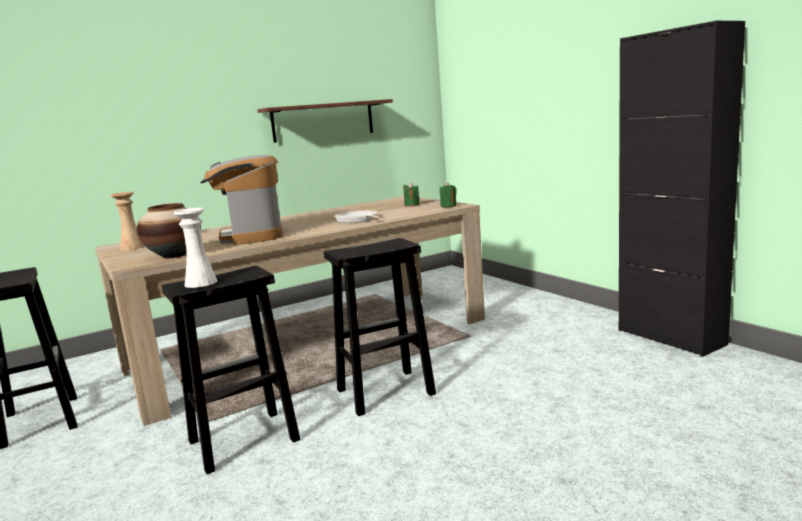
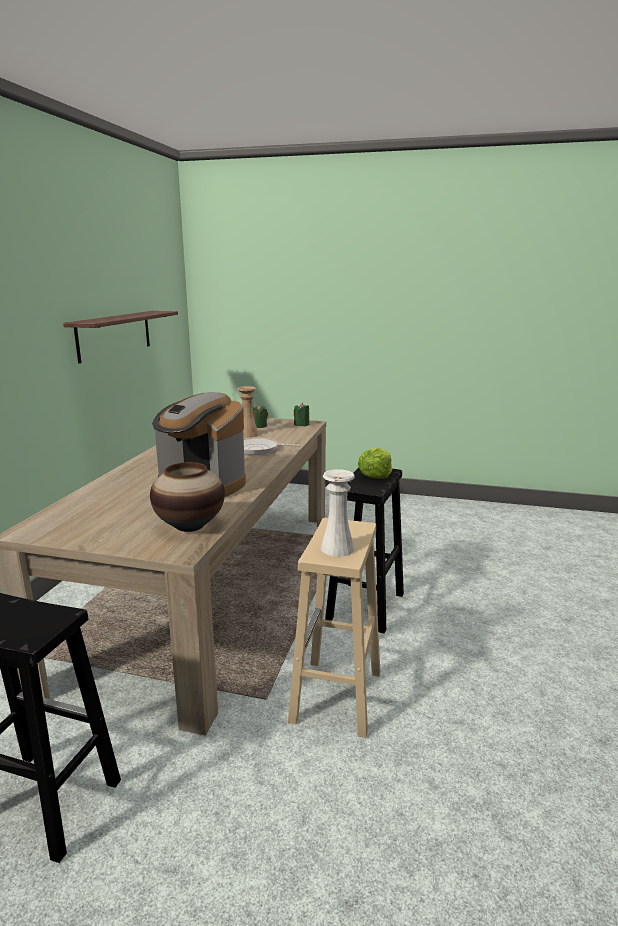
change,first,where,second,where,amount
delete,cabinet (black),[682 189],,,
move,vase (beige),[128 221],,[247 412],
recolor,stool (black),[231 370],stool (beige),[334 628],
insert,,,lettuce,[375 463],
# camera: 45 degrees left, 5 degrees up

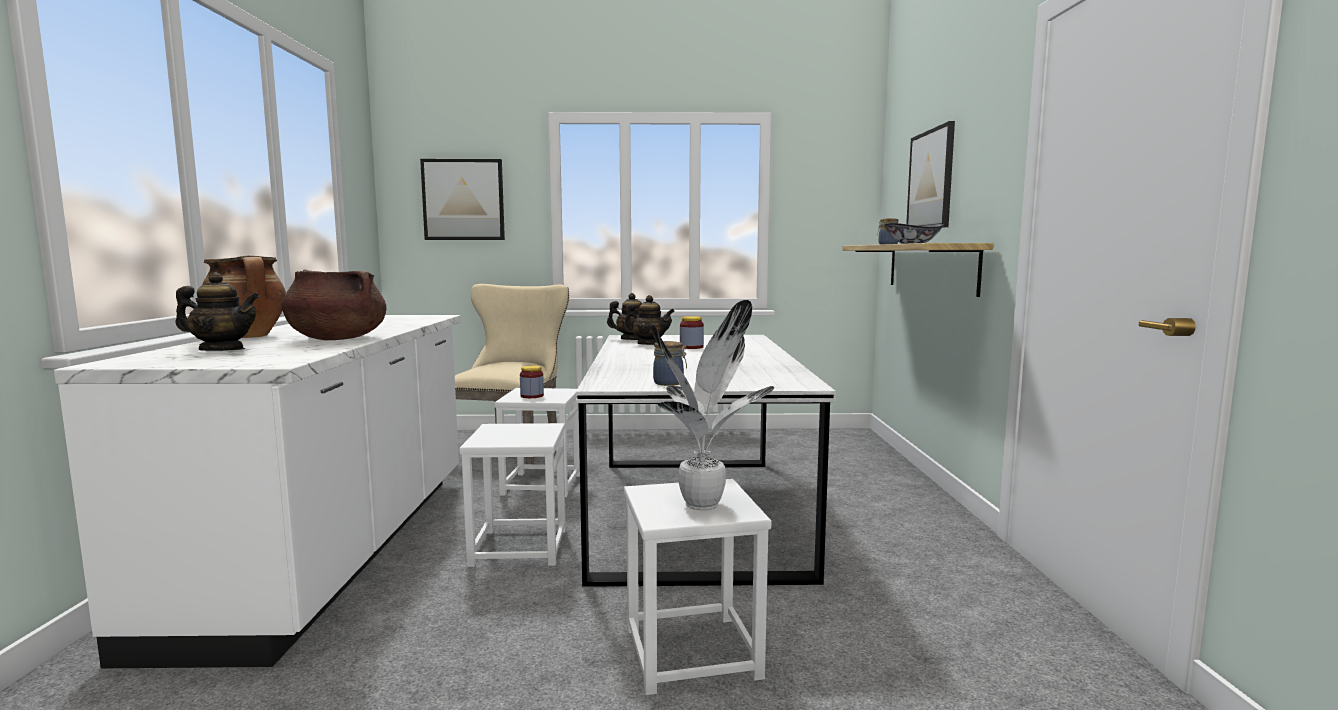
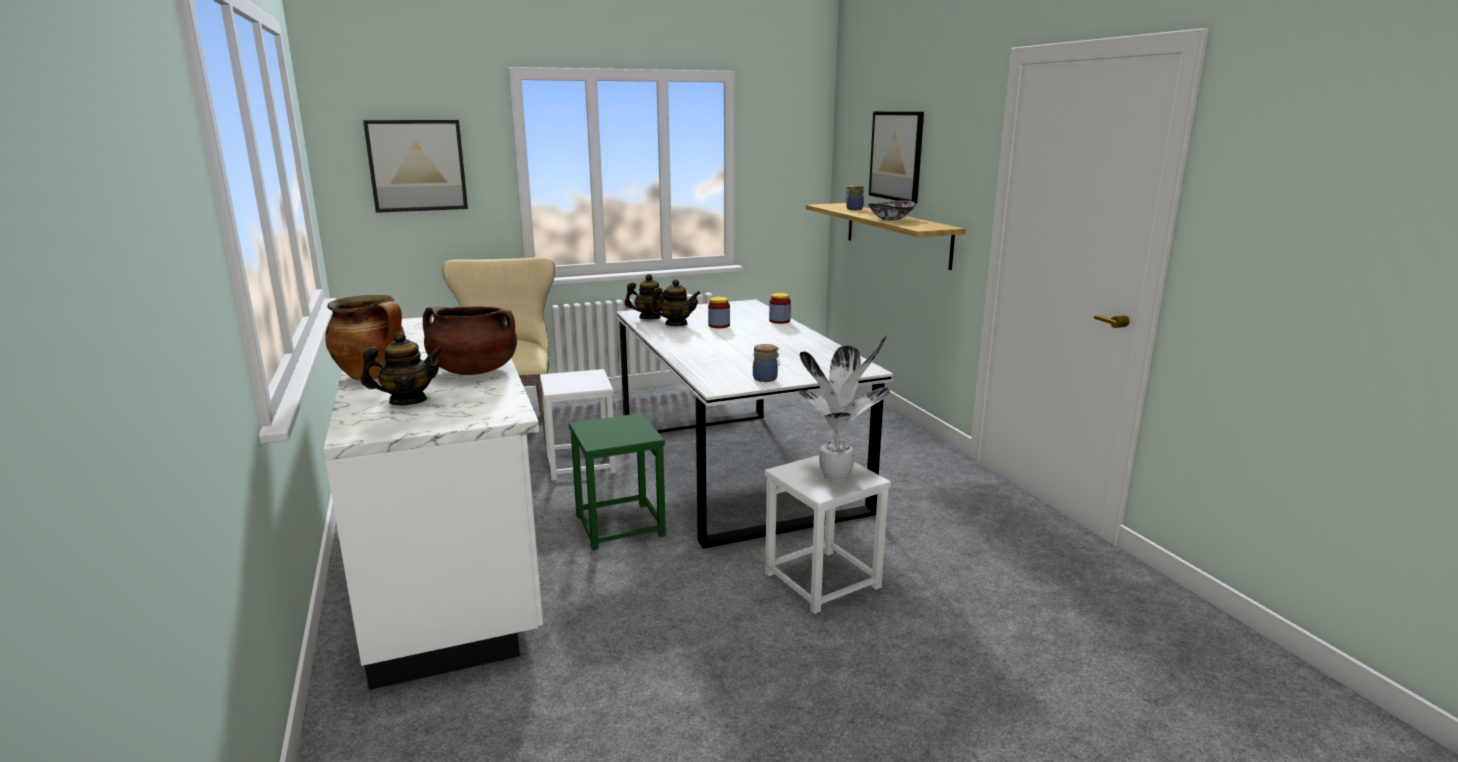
change,first,where,second,where,amount
move,jar,[532 381],,[780 308],
recolor,stool (white),[512 495],stool (green),[617 481],
# camera: 20 degrees left, 10 degrees up

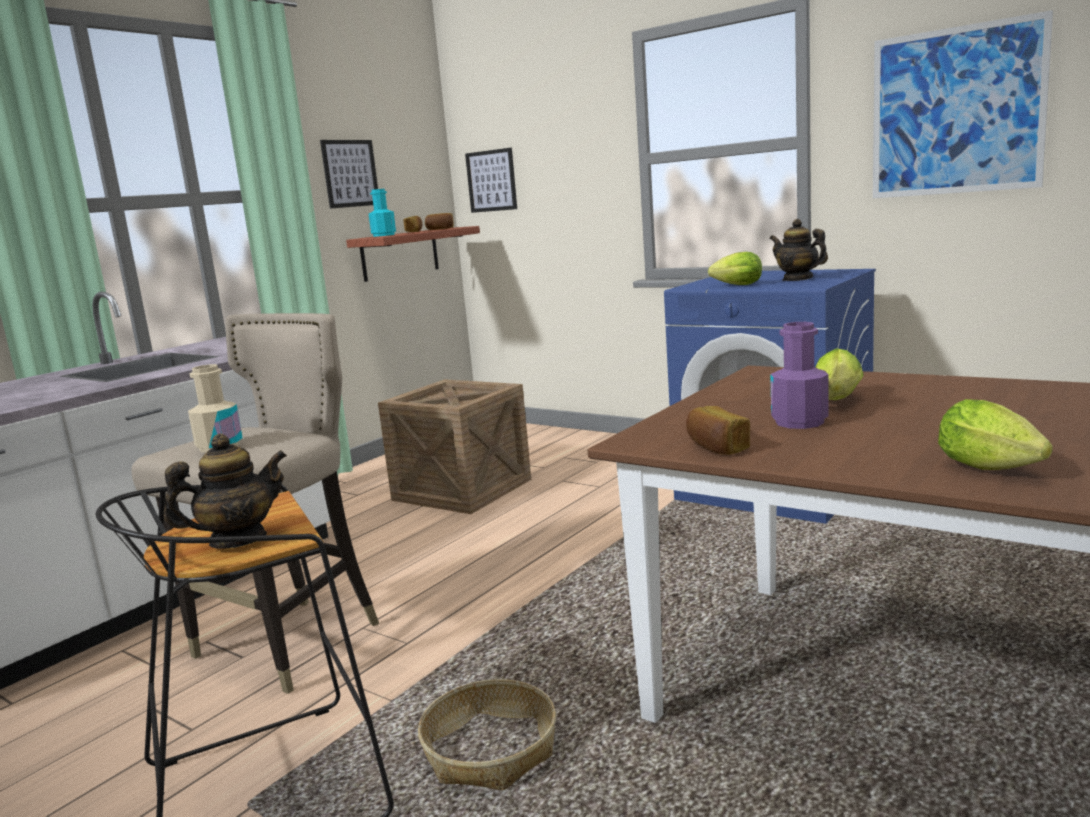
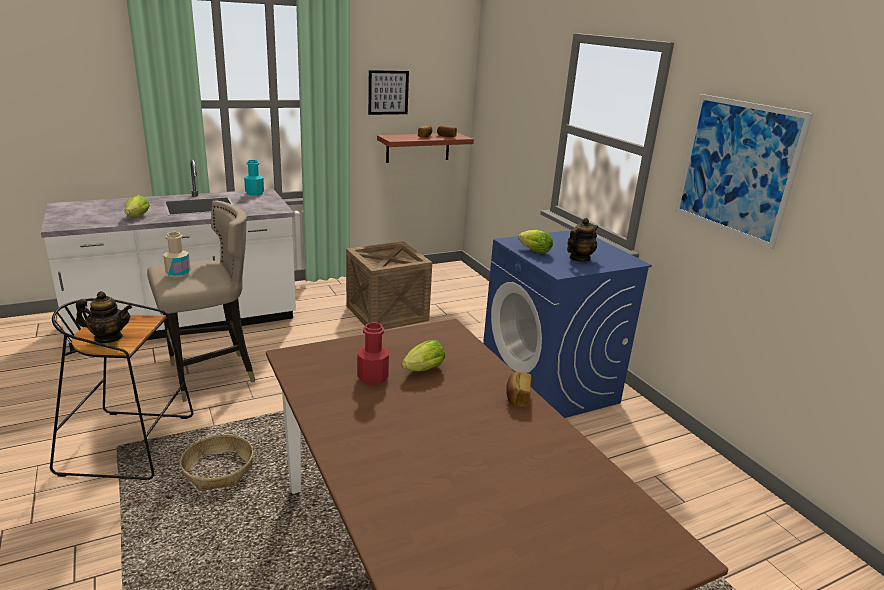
change,first,where,second,where,amount
delete,picture,[491 180],,,
move,bottle (turquoise),[382 213],,[254 178],
rotate,teapot,[799 250],,[582 239],60 degrees clockwise
recolor,bottle (purple),[799 375],bottle (red),[373 353],
move,lettuce,[995 434],,[137 206],
move,bread,[718 430],,[518 389],
# camera: 25 degrees right, 10 degrees up

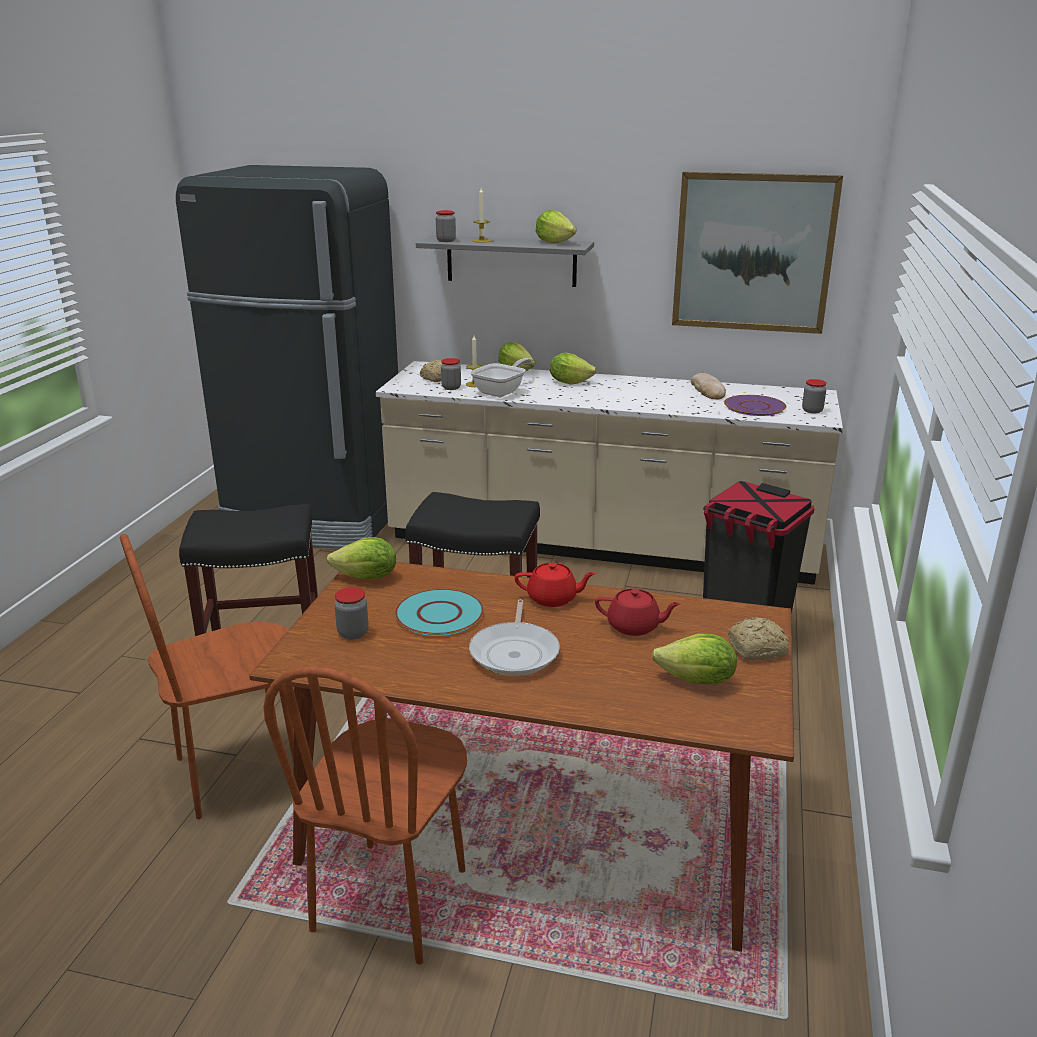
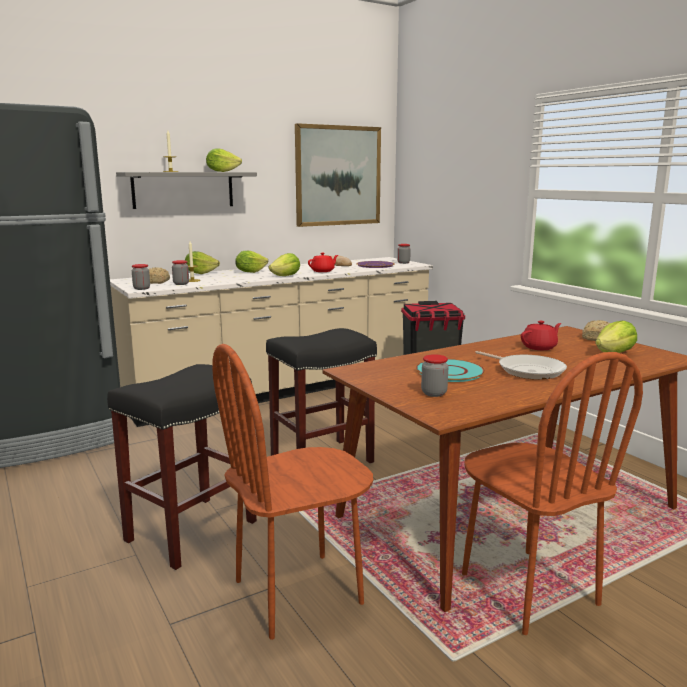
change,first,where,second,where,amount
move,jar,[446 226],,[141 277],
delete,frying pan,[501 377],,,
rotate,chair (brown),[207 676],,[292 492],45 degrees clockwise
move,lettuce,[361 558],,[284 264],
move,teapot (red),[555 584],,[323 262],
# camera: 45 degrees left, 10 degrees down

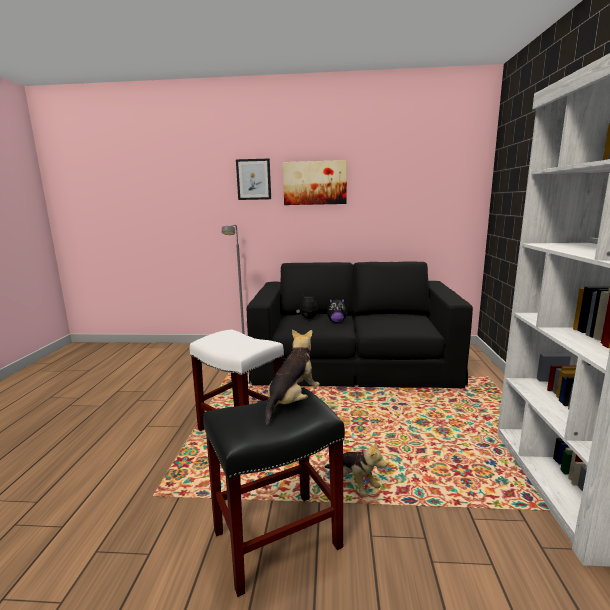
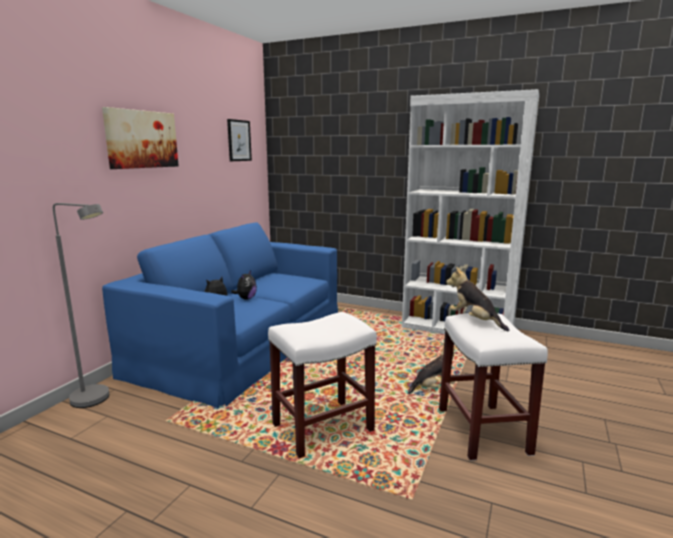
change,first,where,second,where,amount
move,picture,[253 179],,[239 140],
recolor,sofa (black),[360 325],sofa (blue),[220 315],
recolor,stool (black),[274 492],stool (white),[493 387],
# camera: 70 degrees left, 0 degrees up

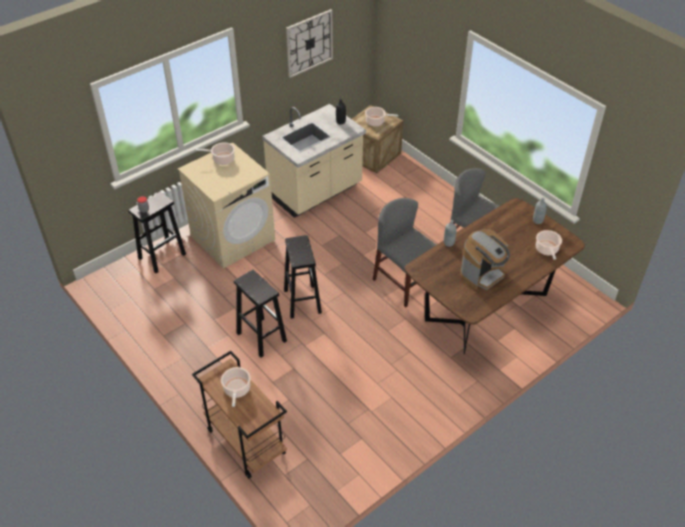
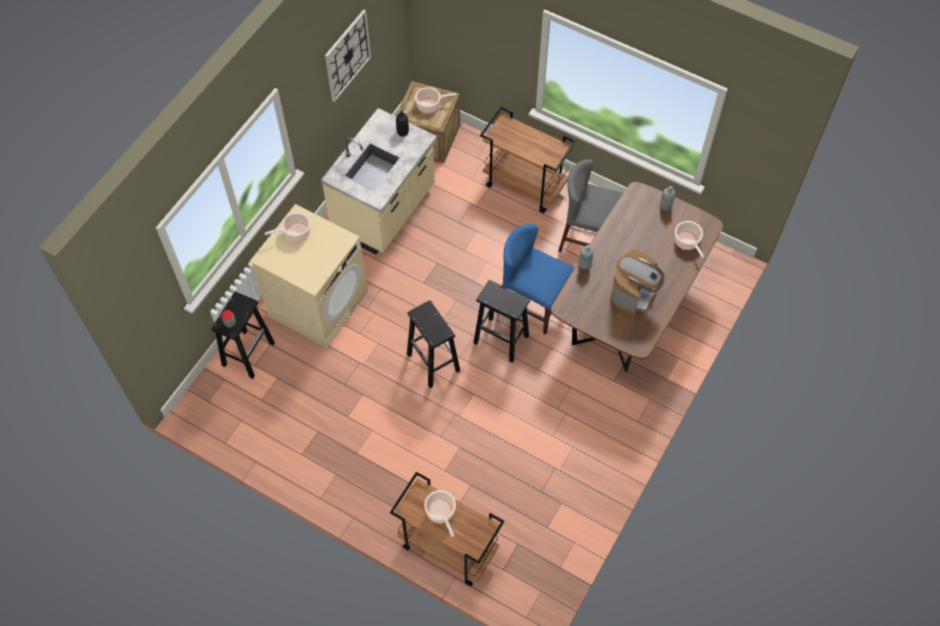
change,first,where,second,where,amount
recolor,chair (grey),[404 252],chair (blue),[538 279],
move,stool (black),[260 314],,[502 321],
insert,,,cart (brown),[528 159],
# camera: 20 degrees left, 15 degrees up

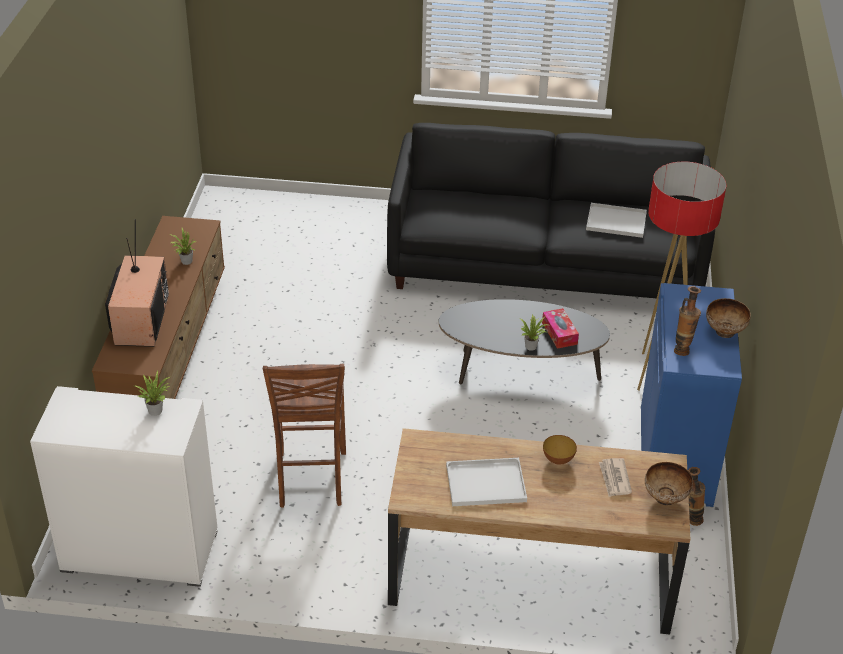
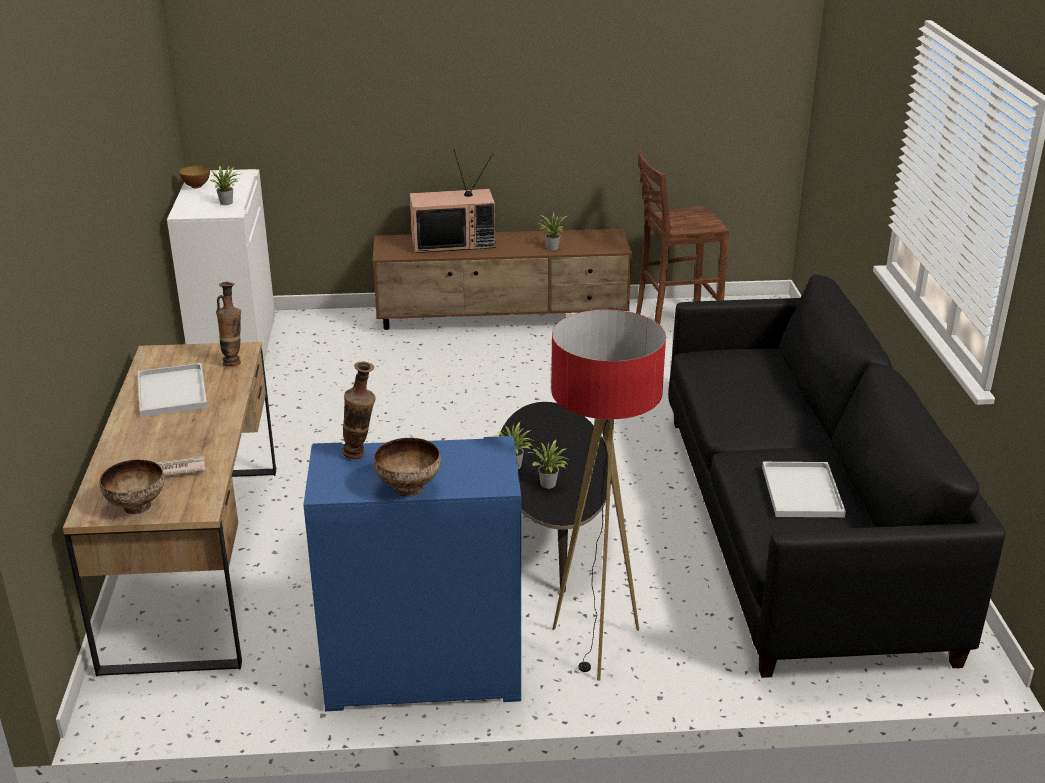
change,first,where,second,where,amount
replace,tissue box,[560 328],potted plant,[549 464],
move,stool (brown),[304 435],,[682 238],
move,bowl,[560 450],,[194 176],
move,vase,[696 496],,[228 324],
# camera: 80 degrees right, 10 degrees down

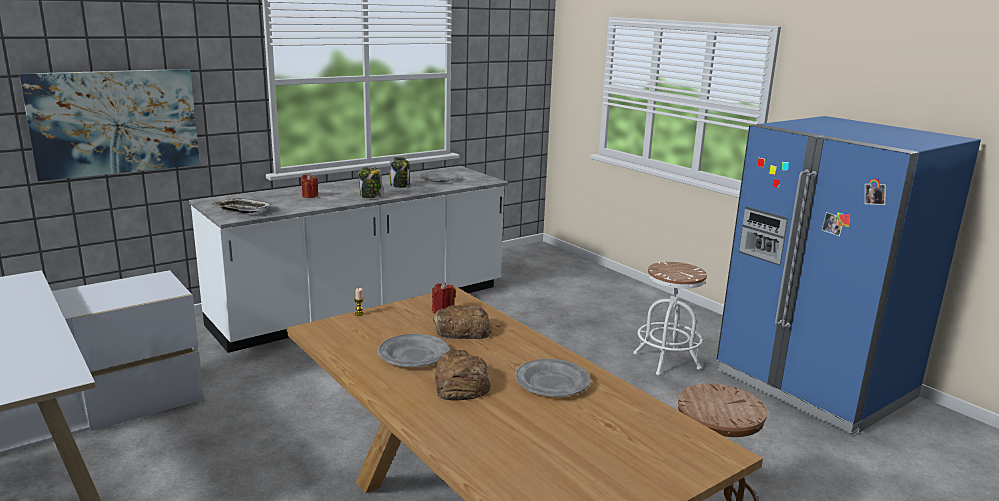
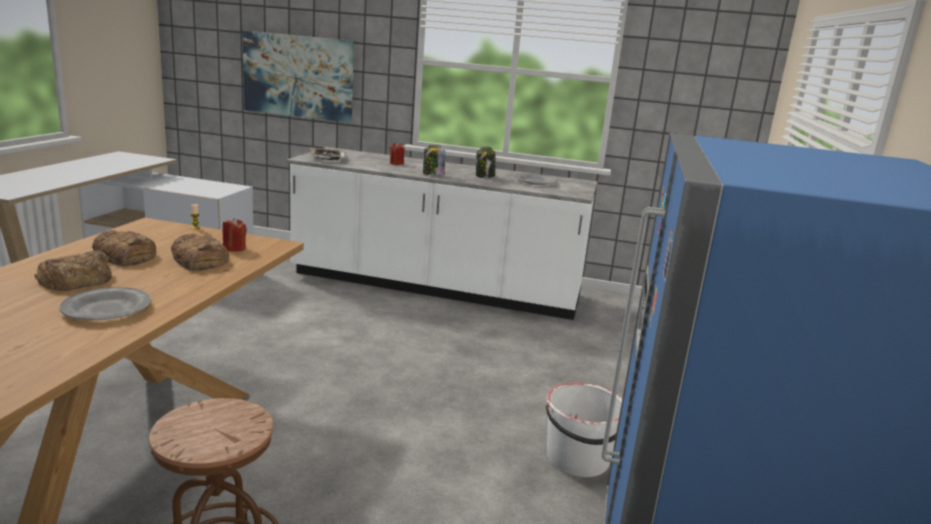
change,first,where,second,where,amount
replace,stool (white),[670 318],bucket (white),[584 429],
replace,plate (grey),[413 350],bread,[124 248],
# camera: 50 degrees right, 0 degrees up

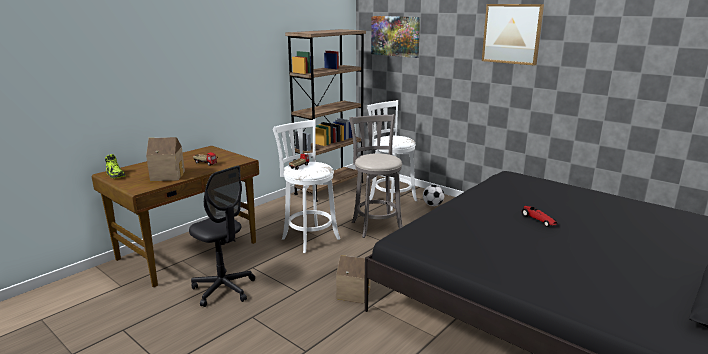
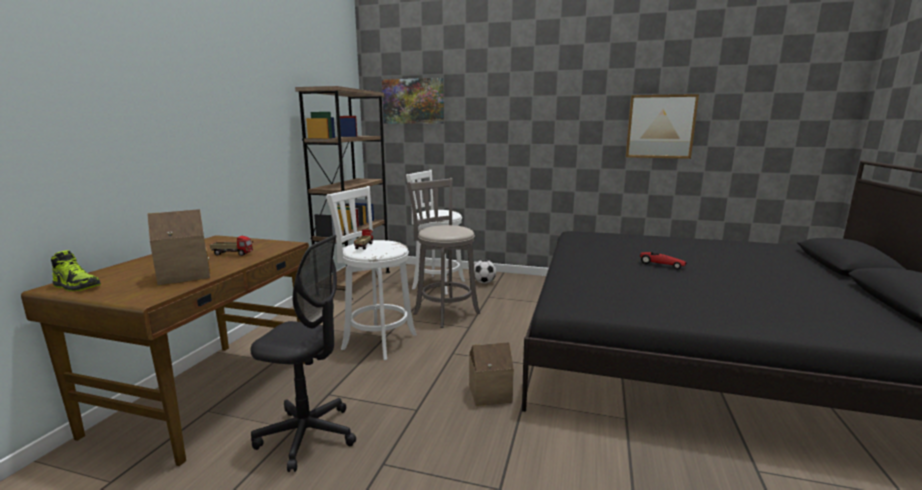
change,first,where,second,where,amount
move,picture,[513 35],,[662 126],
# camera: 25 degrees left, 5 degrees down

